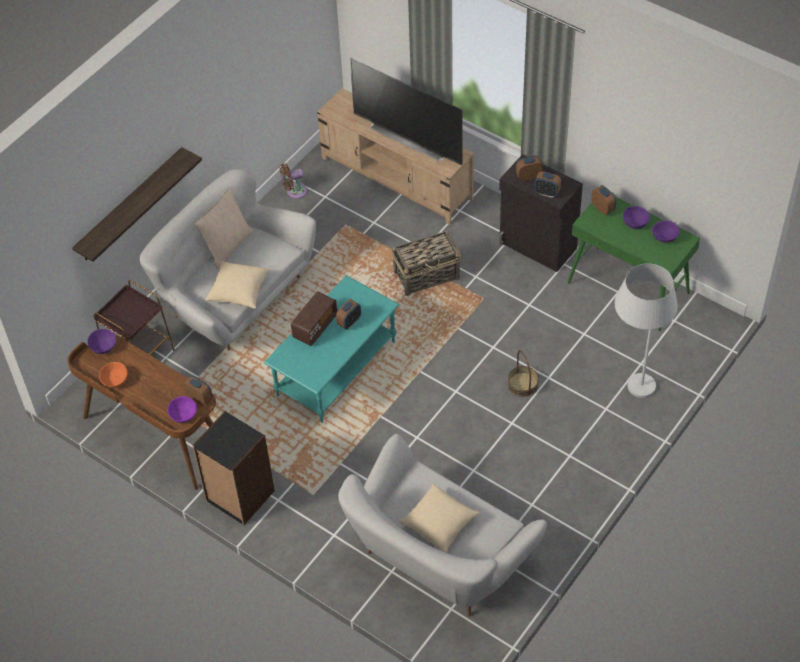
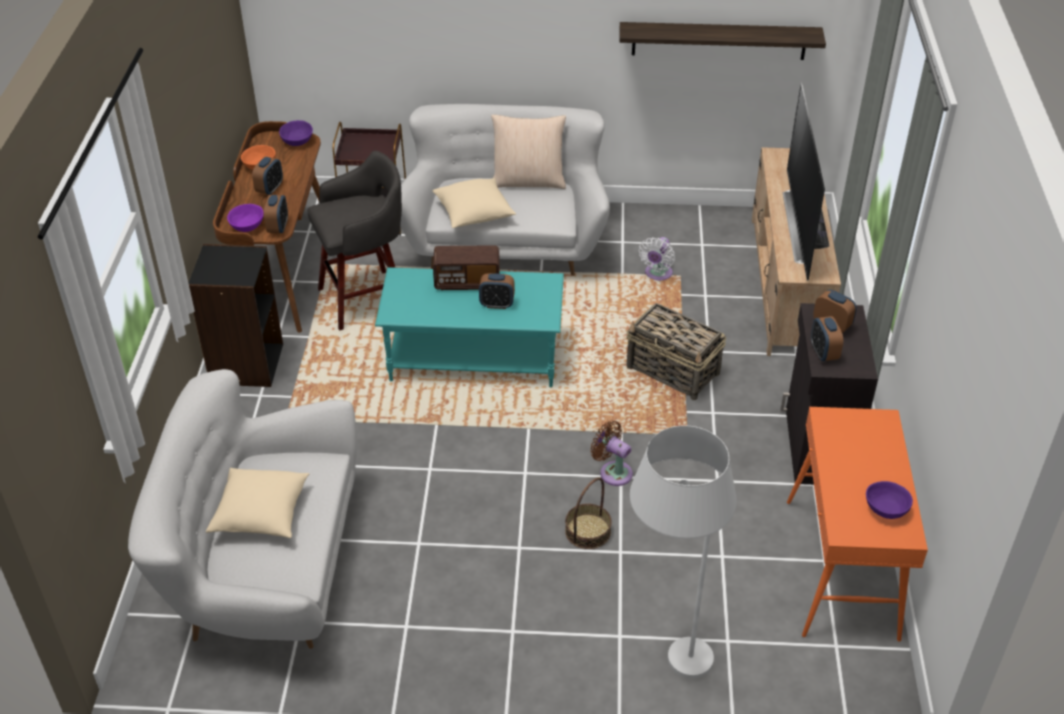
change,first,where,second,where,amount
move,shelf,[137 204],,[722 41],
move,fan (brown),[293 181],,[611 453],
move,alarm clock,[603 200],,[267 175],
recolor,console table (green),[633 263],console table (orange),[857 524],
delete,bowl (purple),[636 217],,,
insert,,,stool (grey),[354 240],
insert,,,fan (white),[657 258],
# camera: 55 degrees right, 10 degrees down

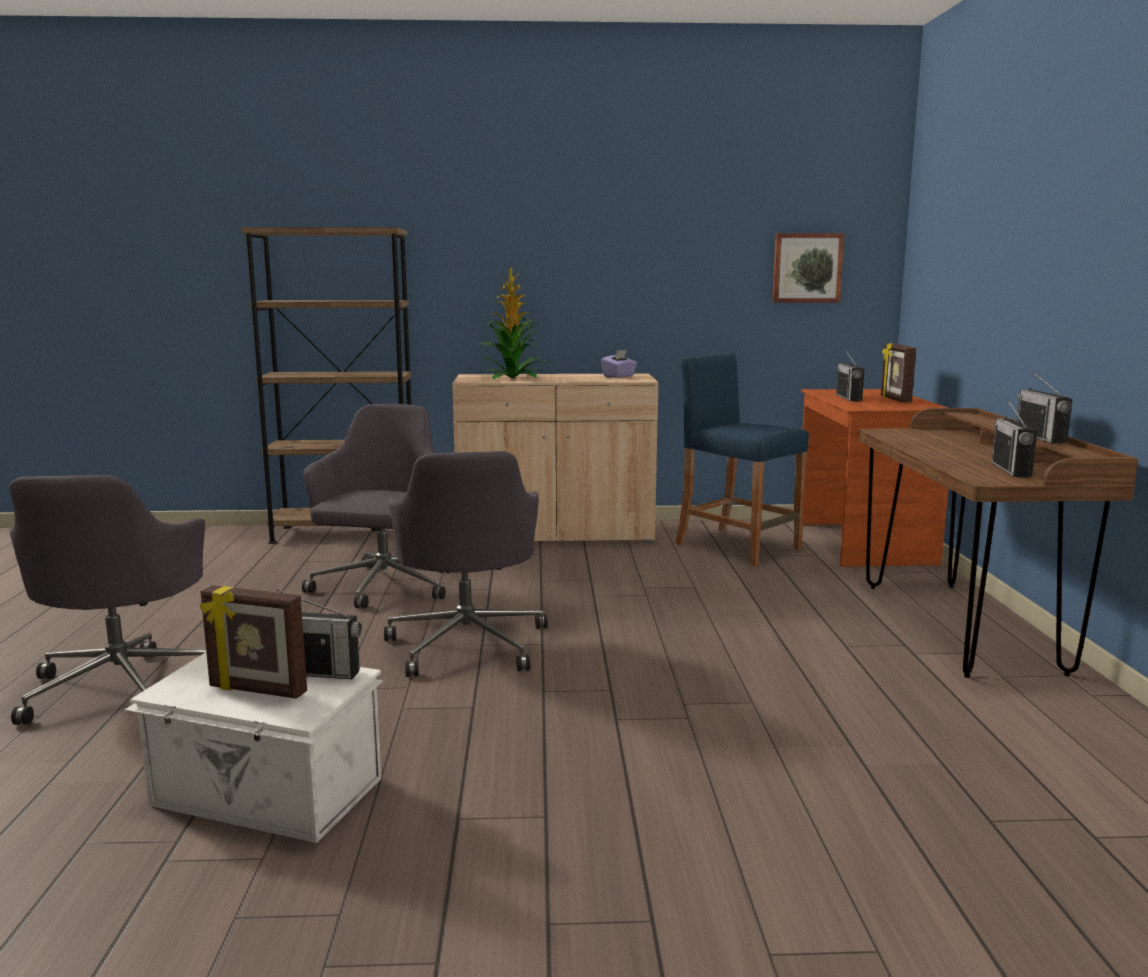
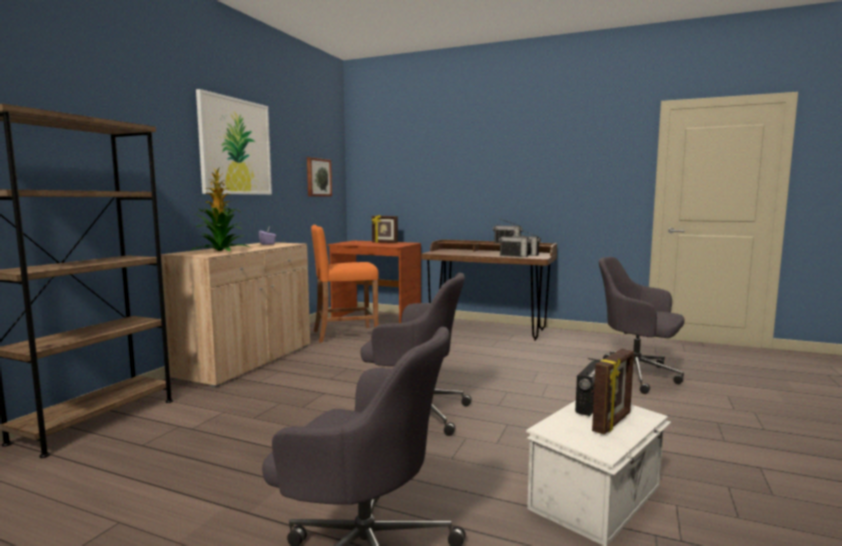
change,first,where,second,where,amount
move,radio,[850 375],,[514 243],
recolor,stool (blue),[742 459],stool (orange),[345 284],
move,office chair (grey),[376 506],,[642 325],
insert,,,picture,[234 142],
# camera: 65 degrees left, 5 degrees down

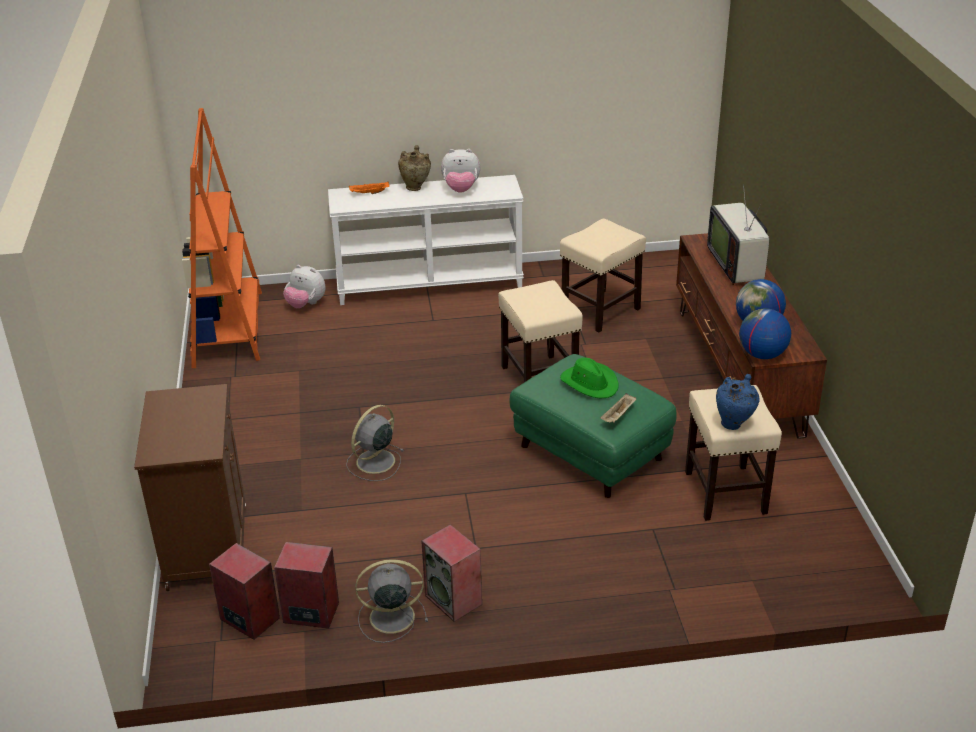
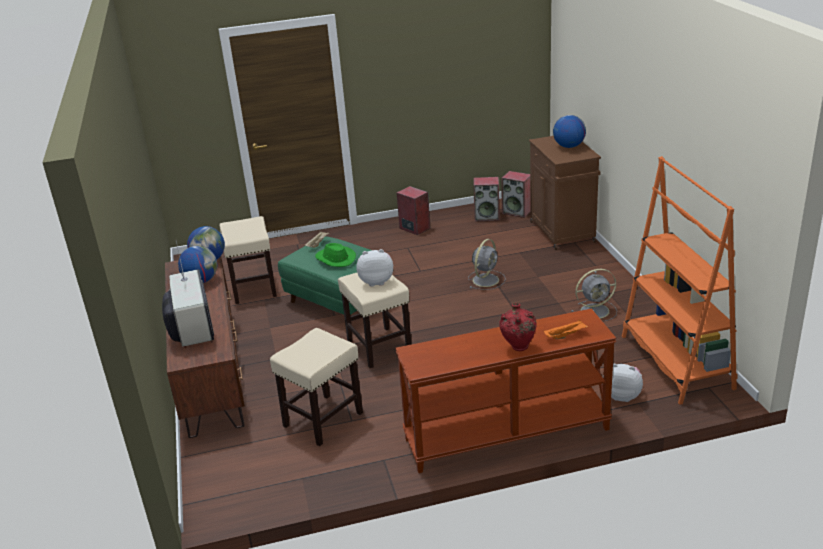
change,first,where,second,where,amount
recolor,vase (beige),[414 168],vase (red),[518 327],
move,plush toy,[460 171],,[374 268],
recolor,console table (white),[426 240],console table (brown),[505 391],
delete,vase (blue),[738 402],,,
move,fan (grey),[391 601],,[594 295],
insert,,,globe,[569 131],
# camera: 175 degrees right, 5 degrees down

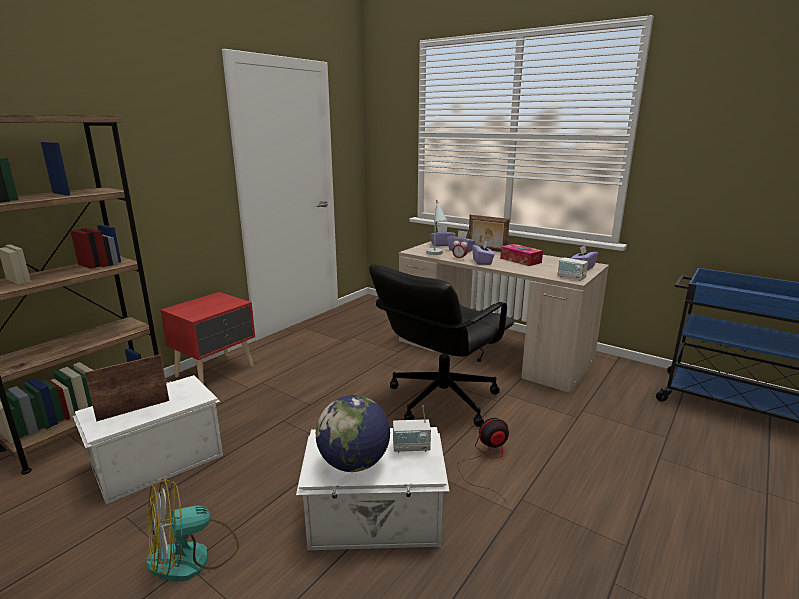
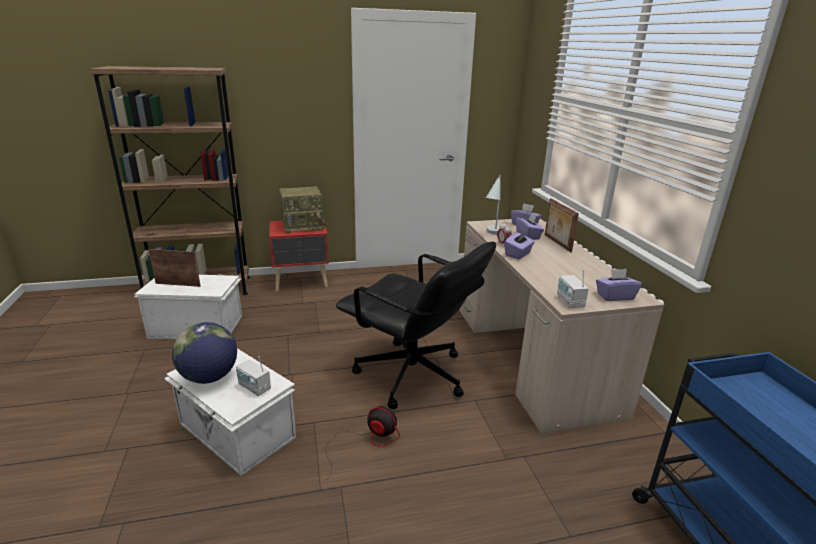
change,first,where,second,where,amount
delete,tissue box,[521 255],,,
rotate,office chair (black),[441 346],,[416 325],135 degrees counterclockwise
delete,fan,[193 530],,,
insert,,,radio,[302 209],
# camera: 40 degrees right, 5 degrees up

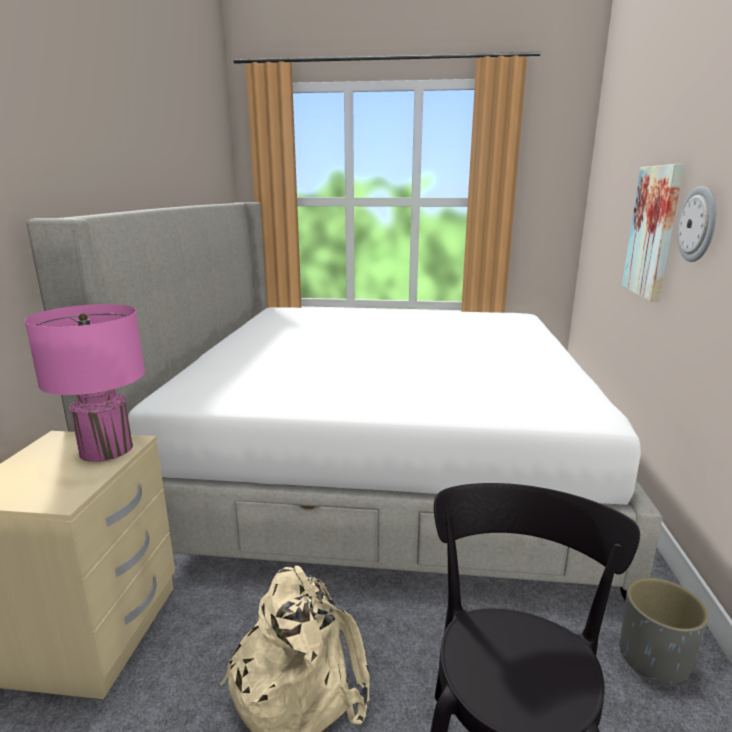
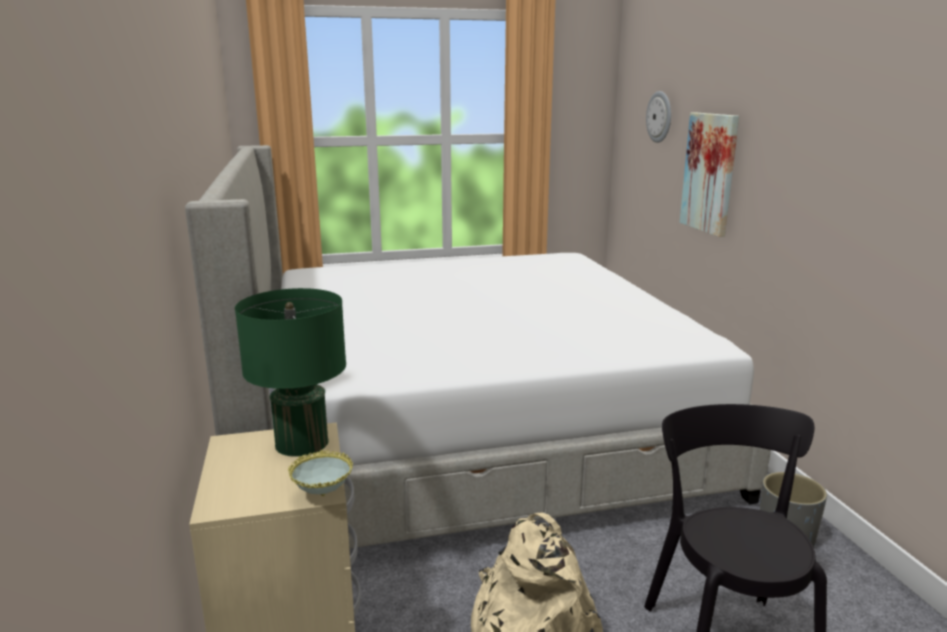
change,first,where,second,where,amount
move,wall clock,[697 224],,[658 117],
recolor,table lamp (pink),[84 383],table lamp (green),[290 372],
insert,,,bowl,[320 473],
# camera: 20 degrees left, 0 degrees up

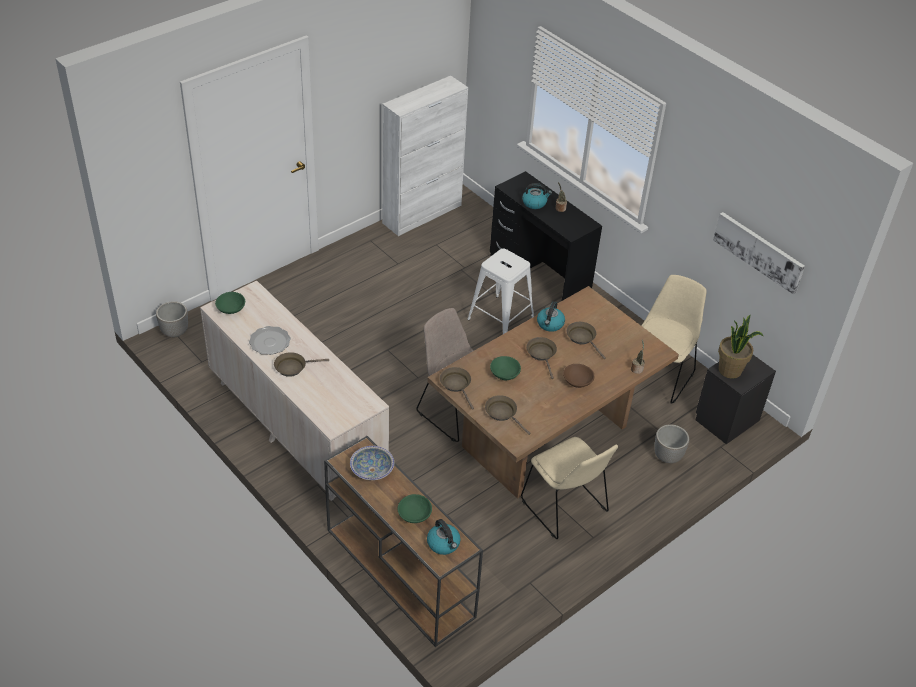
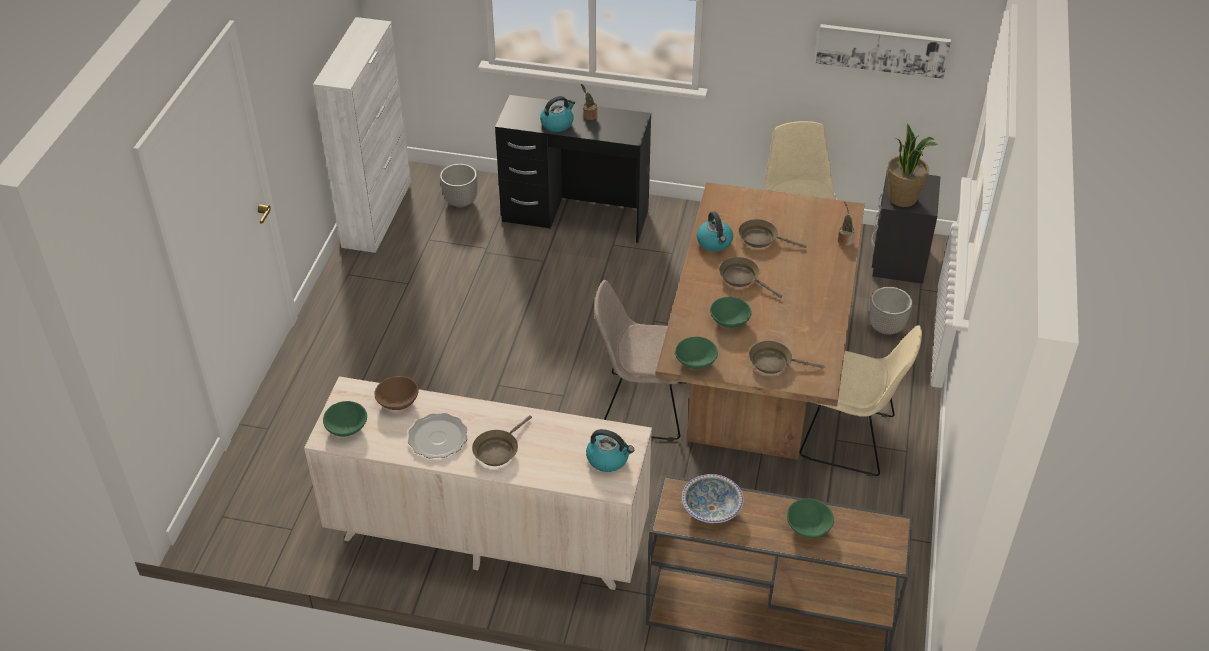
change,first,where,second,where,amount
delete,stool (white),[500 291],,,
move,planter,[172 319],,[459 186],
move,bowl (brown),[579 376],,[396 393],
replace,frying pan (brown),[457 388],bowl (green),[696 352],
move,kettle,[444 537],,[610 450],
# camera: 35 degrees left, 0 degrees up

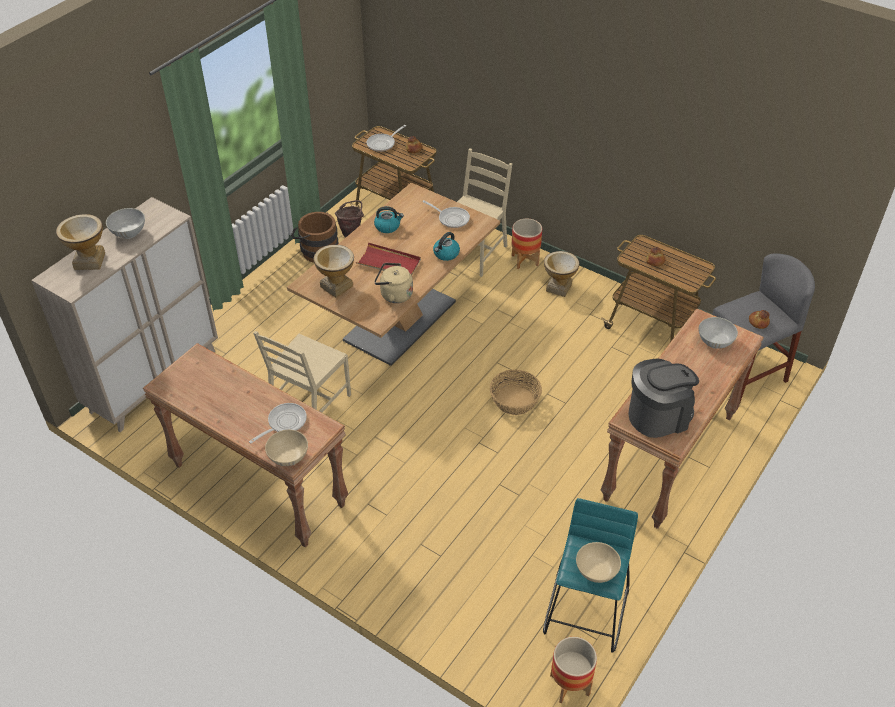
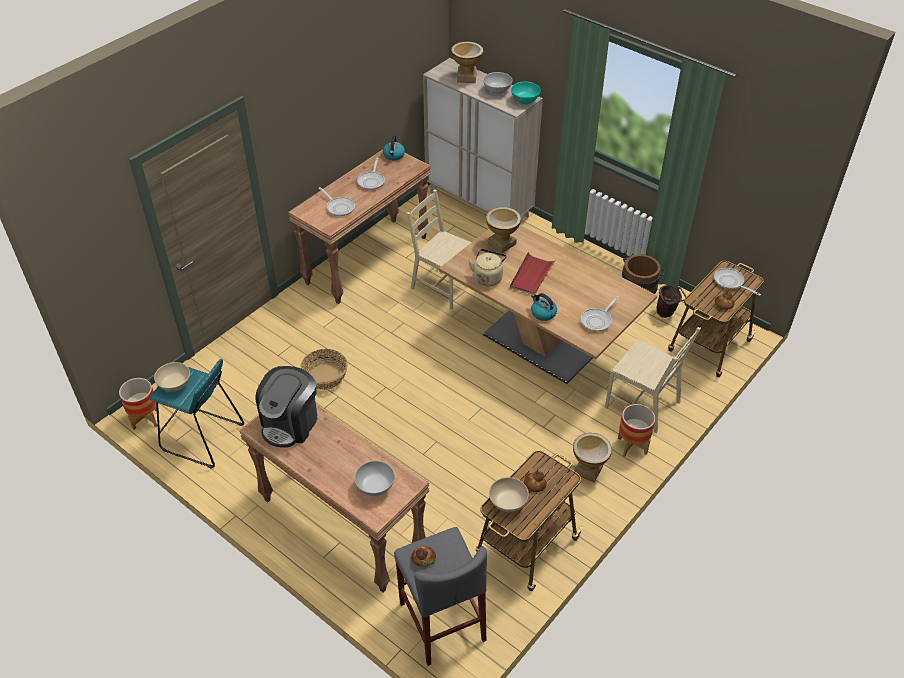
change,first,where,second,where,amount
move,kettle,[389 219],,[394 148],
rotate,coffee machine,[663 398],,[286 407],45 degrees clockwise
move,basket,[516 392],,[324 369],
move,bowl (beige),[286 448],,[509 494],
insert,,,bowl (turquoise),[526 93],
insert,,,frying pan,[371 174],
# camera: 95 degrees right, 0 degrees up

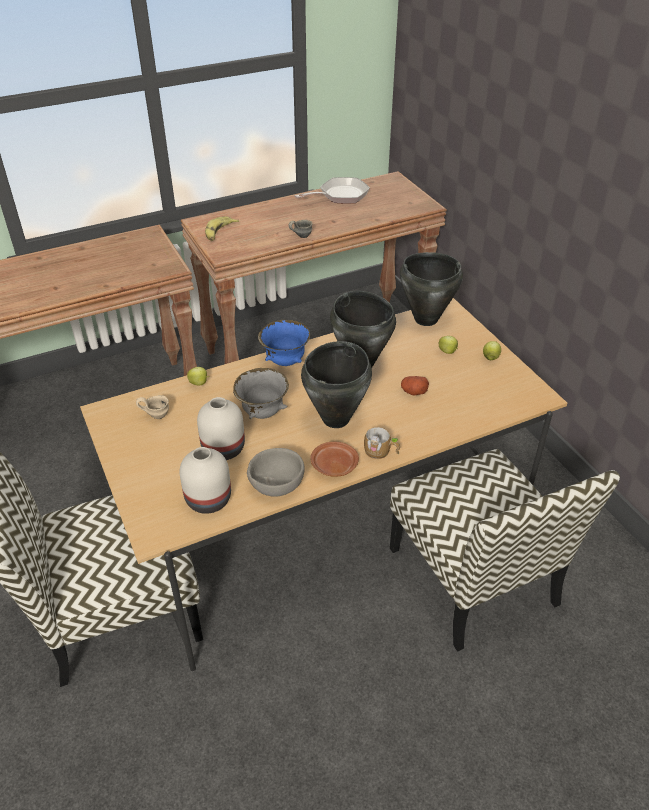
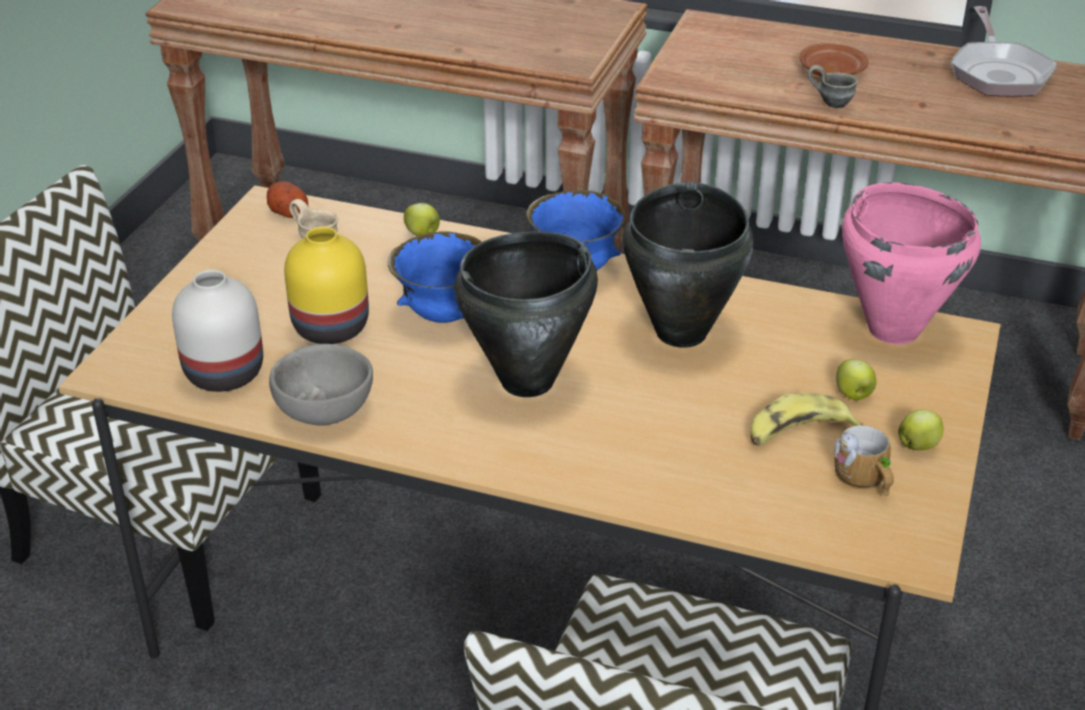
change,first,where,second,where,amount
rotate,frying pan,[332 190],,[1004 51],75 degrees clockwise
move,banana,[222 228],,[806 419],
recolor,cooking pot (black),[431 289],cooking pot (pink),[911 263],
recolor,bowl (grey),[261 393],bowl (blue),[435 277],
move,potato,[415 385],,[287 199],
recolor,vase (white),[221 428],vase (yellow),[326 285],
move,mug,[382 443],,[864 460],
move,plate (brown),[335 459],,[833 59],
# camera: 45 degrees right, 5 degrees down

